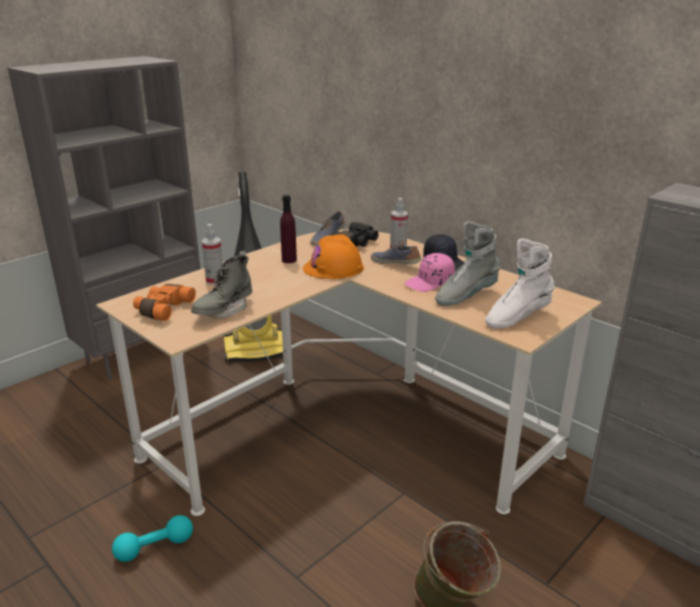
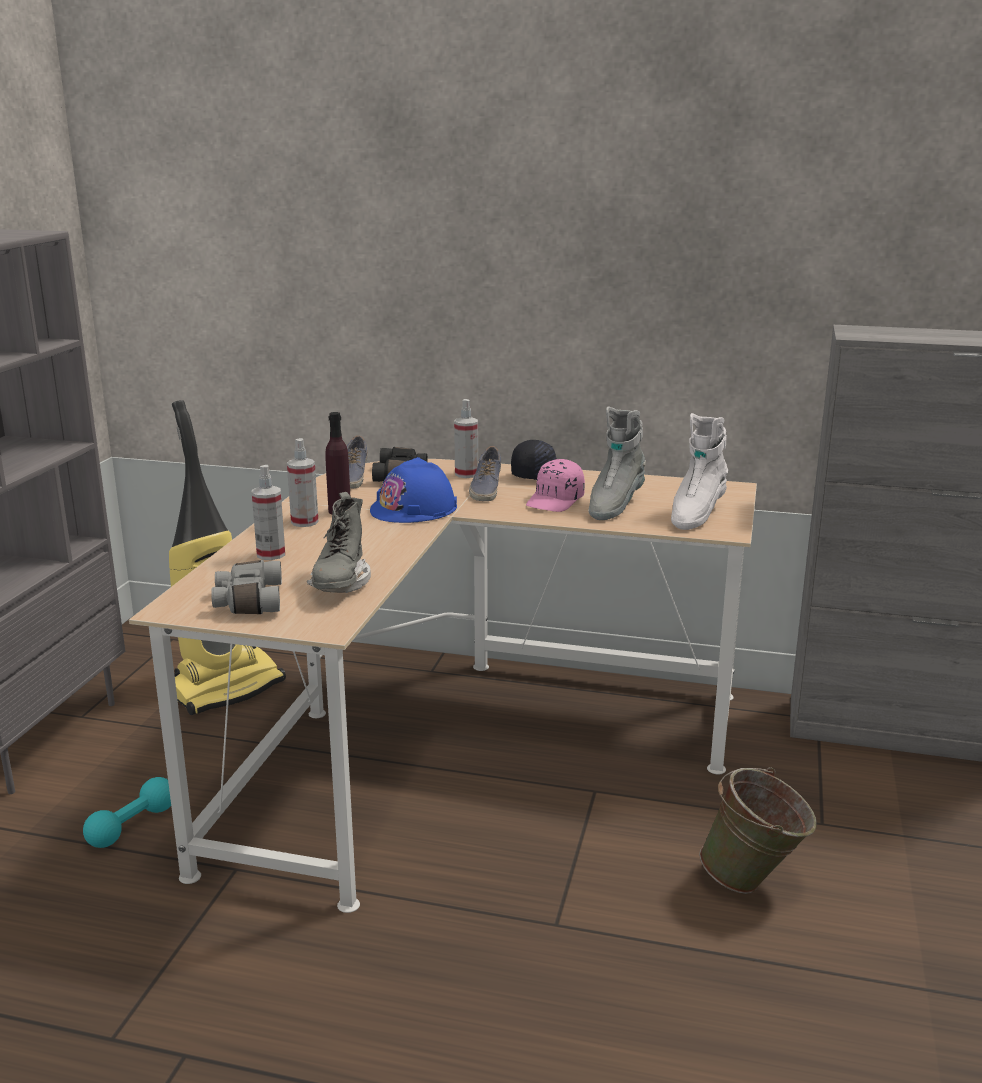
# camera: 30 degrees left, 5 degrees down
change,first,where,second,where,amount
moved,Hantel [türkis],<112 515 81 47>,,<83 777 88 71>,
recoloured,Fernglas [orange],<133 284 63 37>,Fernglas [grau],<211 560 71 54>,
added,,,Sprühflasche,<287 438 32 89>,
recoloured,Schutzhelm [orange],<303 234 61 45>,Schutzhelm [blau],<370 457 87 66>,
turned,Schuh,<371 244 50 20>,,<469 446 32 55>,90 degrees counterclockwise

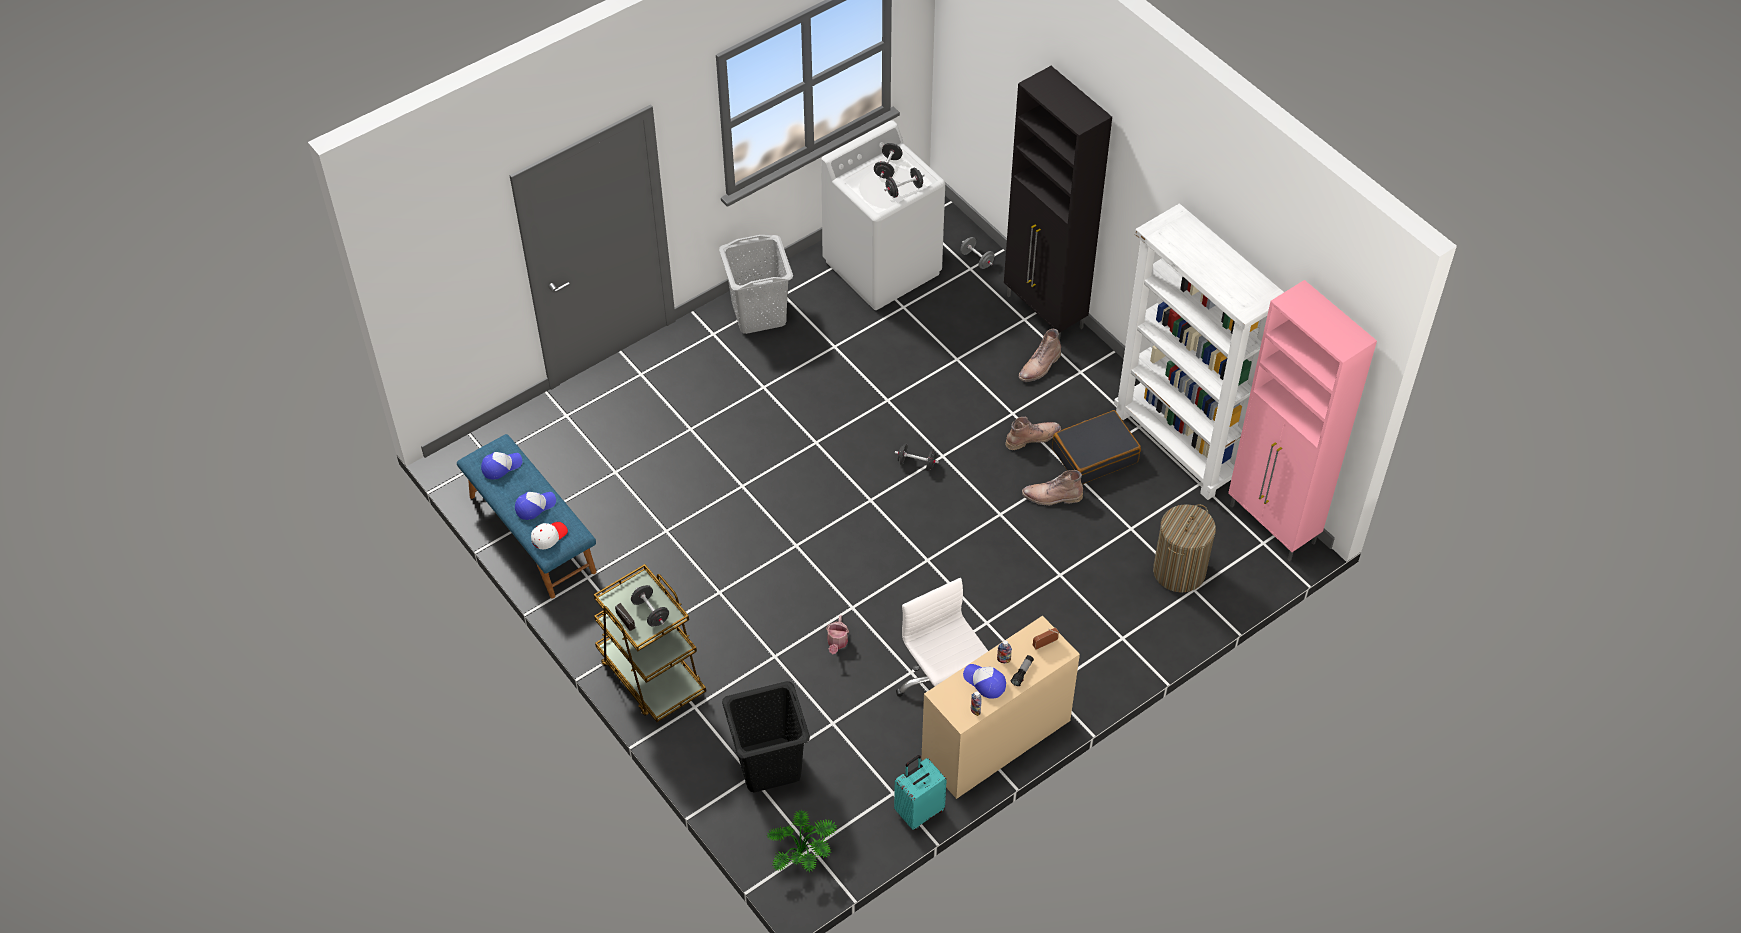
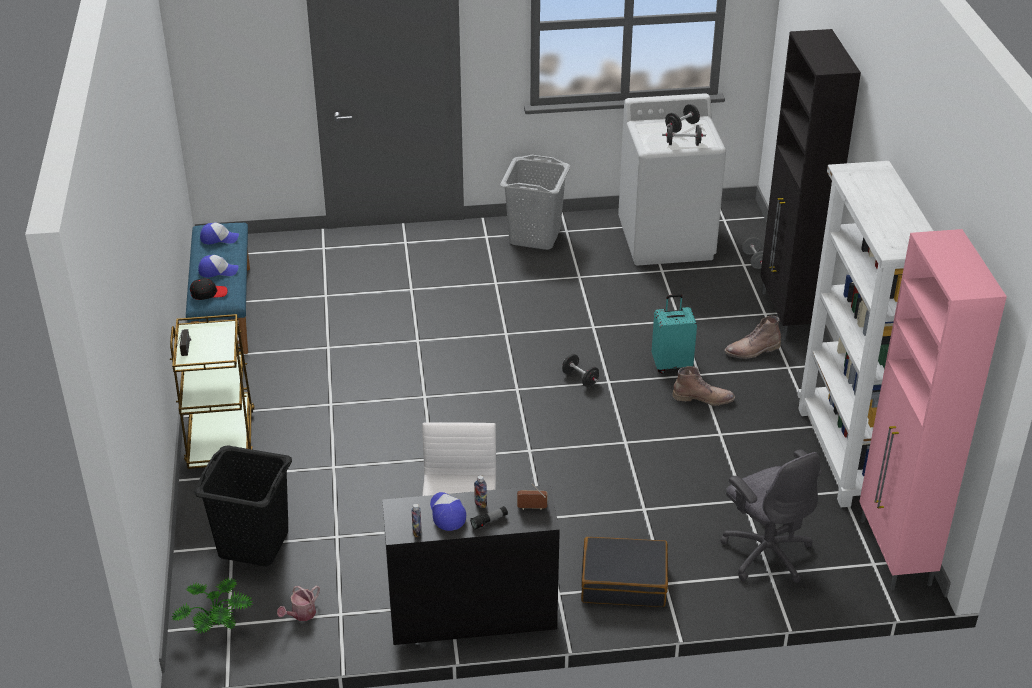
# camera: 30 degrees right, 15 degrees down
change,first,where,second,where,amount
recoloured,Kappe [weiß],<531 522 37 28>,Kappe [schwarz],<190 278 38 22>,
moved,Gießkanne,<826 615 23 39>,,<277 586 43 35>,
recoloured,Schreibtisch [beige],<921 616 159 183>,Schreibtisch [schwarz],<382 485 178 160>,
moved,Koffer [schwarz],<1052 410 89 74>,,<581 537 87 70>,
moved,Koffer [türkis],<894 755 53 75>,,<652 294 45 80>,
replaced,Wäschekorb,<1153 504 63 89>,Bürostuhl [grau],<720 450 102 133>,
removed,Hantel [schwarz],<631 585 38 41>,,,
removed,Stiefel [braun],<1022 470 61 35>,,,

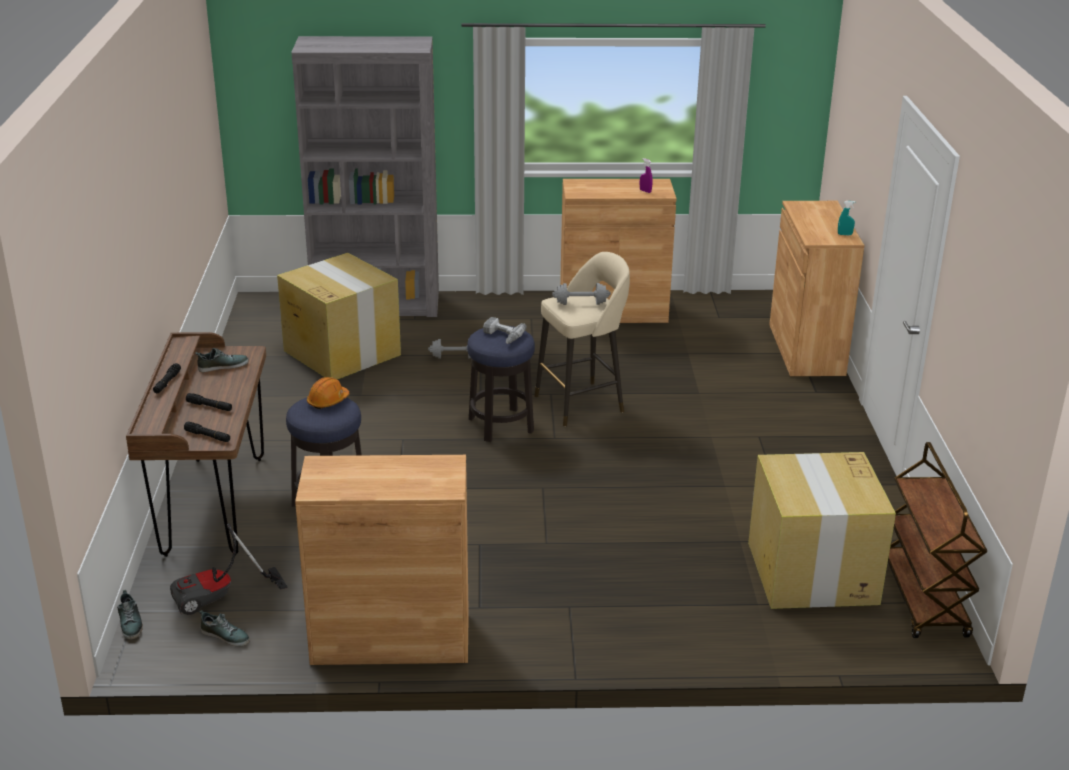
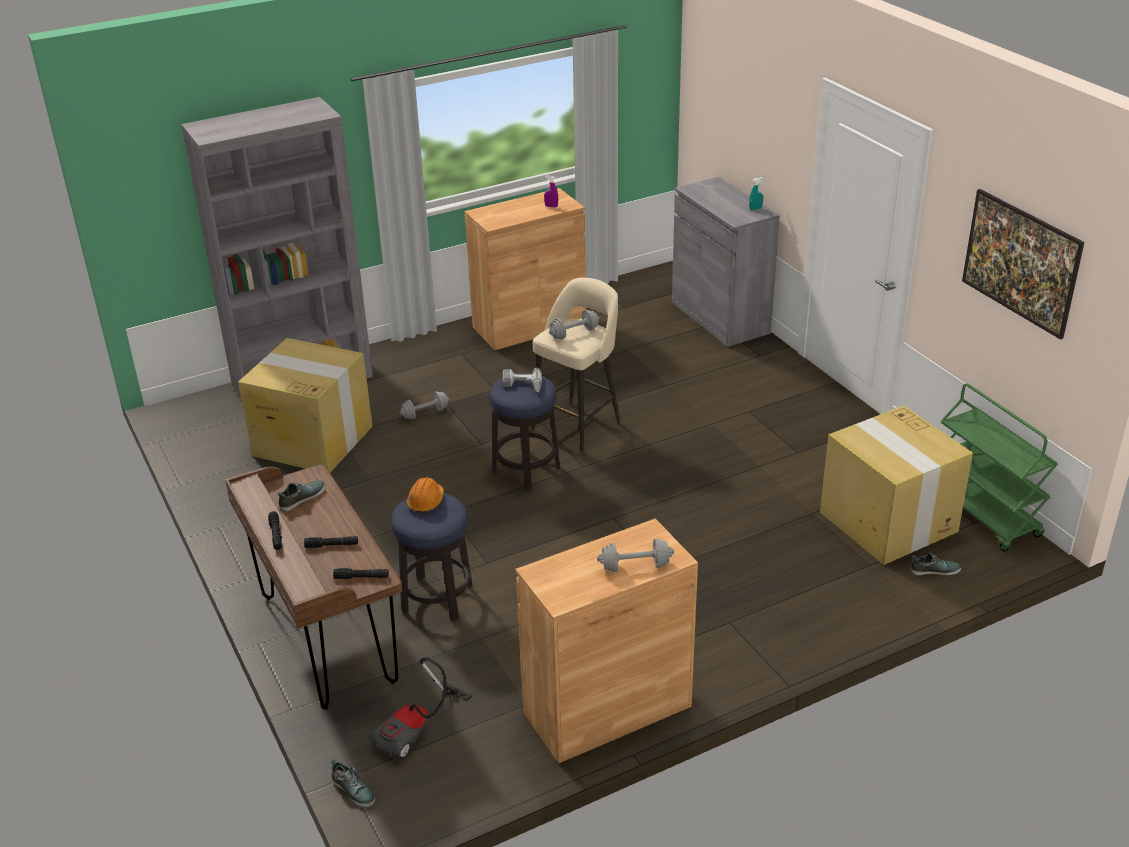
# camera: 25 degrees left, 5 degrees up
change,first,where,second,where,amount
added,,,Hantel [grau],<597 539 77 33>,
recoloured,Schrank [braun],<769 201 96 175>,Schrank [grau],<672 177 108 170>,
moved,Schuh,<199 610 51 36>,,<911 553 50 22>,
recoloured,Rollwagen [braun],<888 442 99 196>,Rollwagen [grün],<941 383 117 169>,
added,,,Bild,<962 189 122 151>,

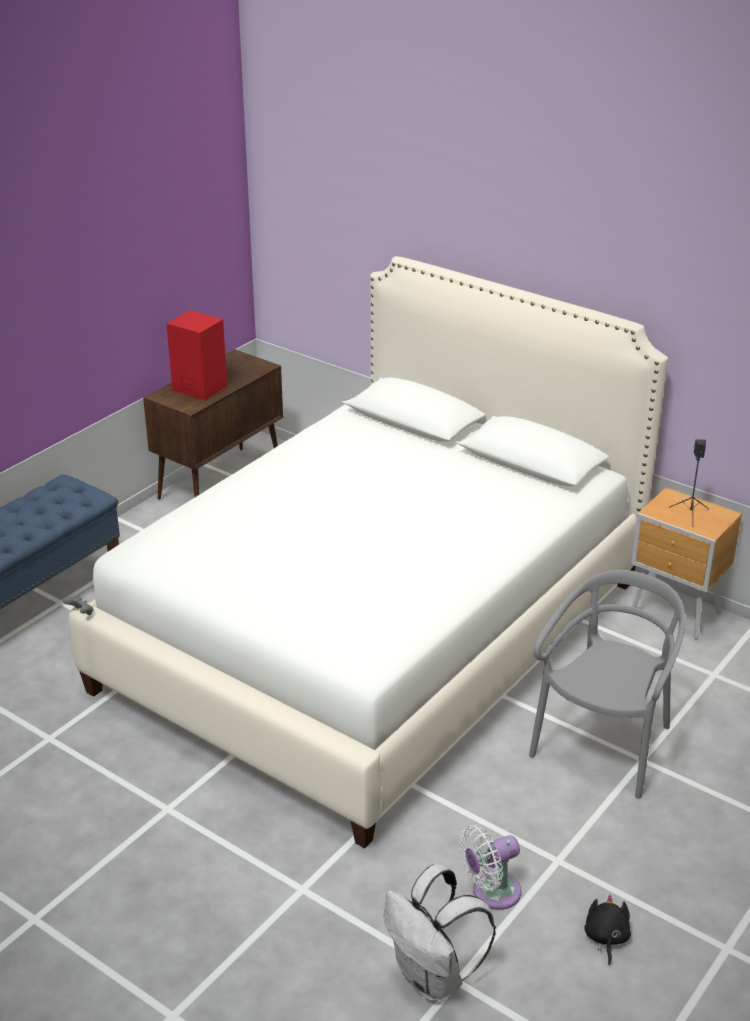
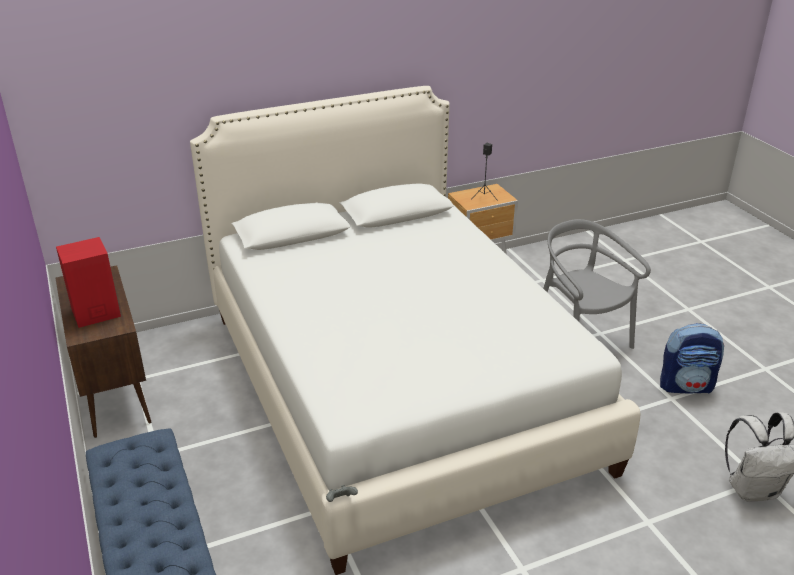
# camera: 60 degrees left, 0 degrees up
change,first,where,second,where,amount
added,,,Rucksack,<660 323 64 71>,
removed,Ventilator [weiß],<460 825 62 85>,,,
removed,Plüschtier [schwarz],<585 895 46 70>,,,

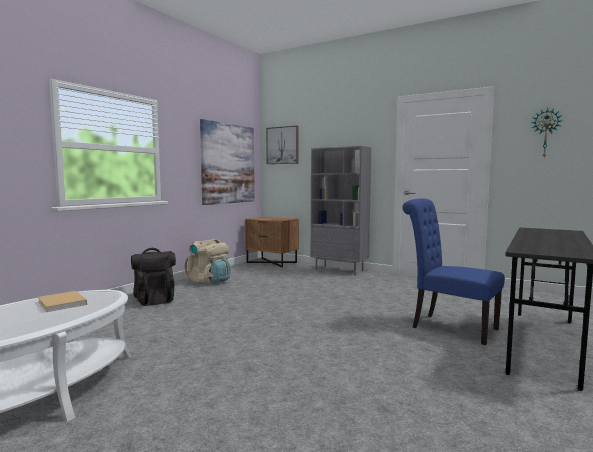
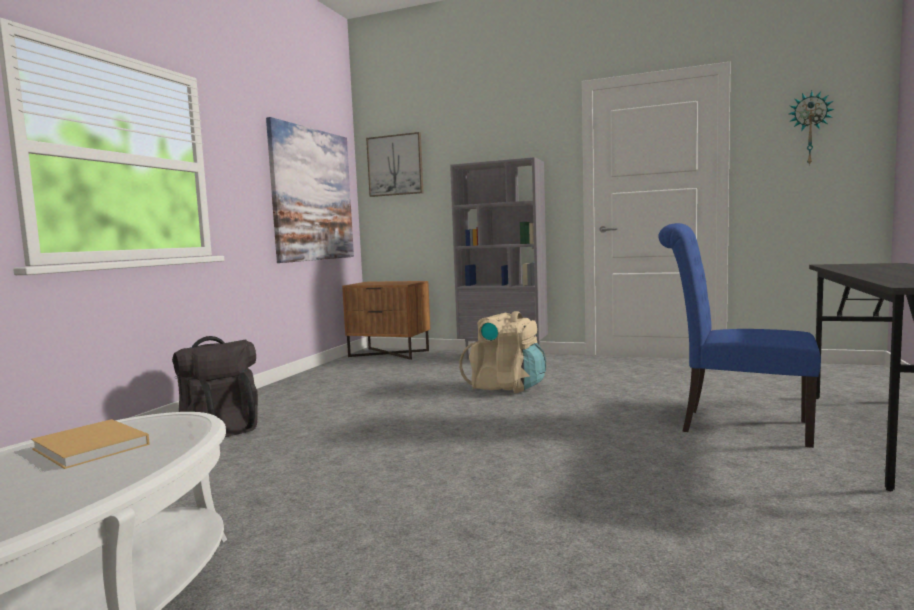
# camera: 10 degrees left, 0 degrees up
change,first,where,second,where,amount
moved,Rucksack [beige],<185 239 45 46>,,<459 311 87 82>,

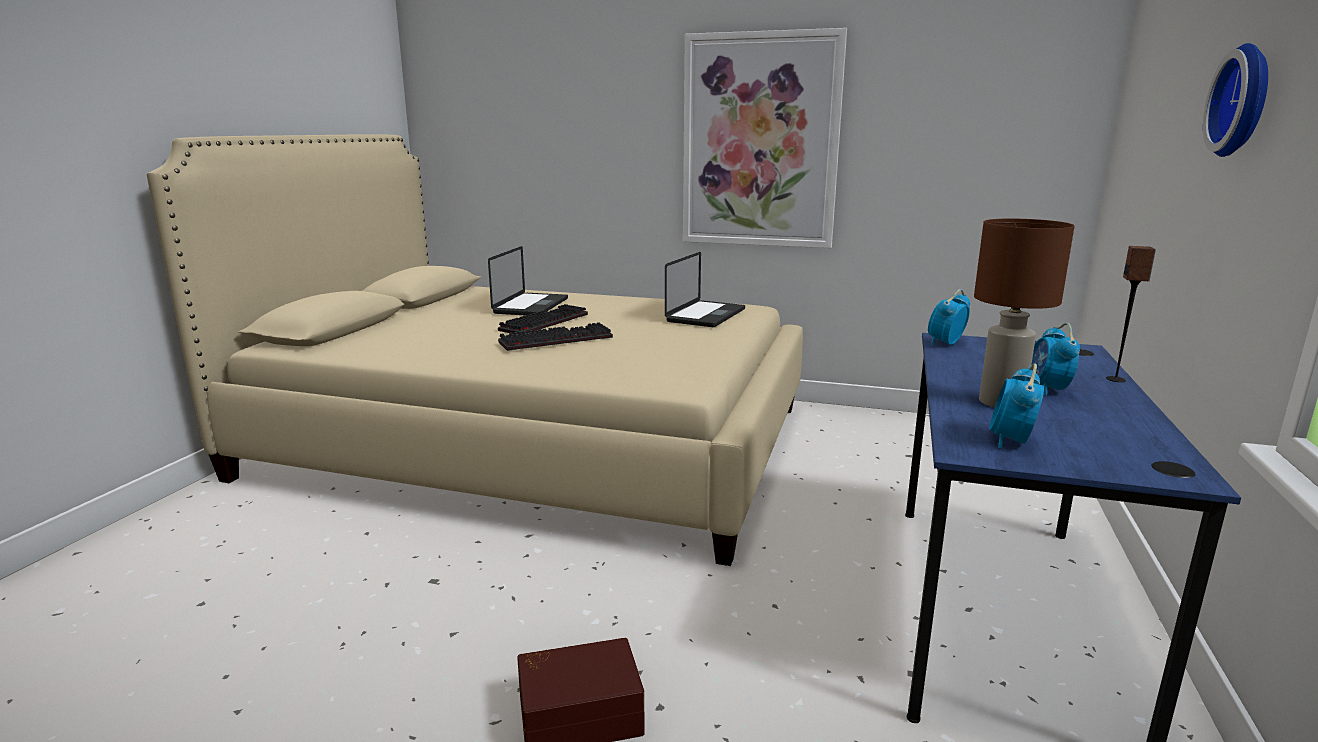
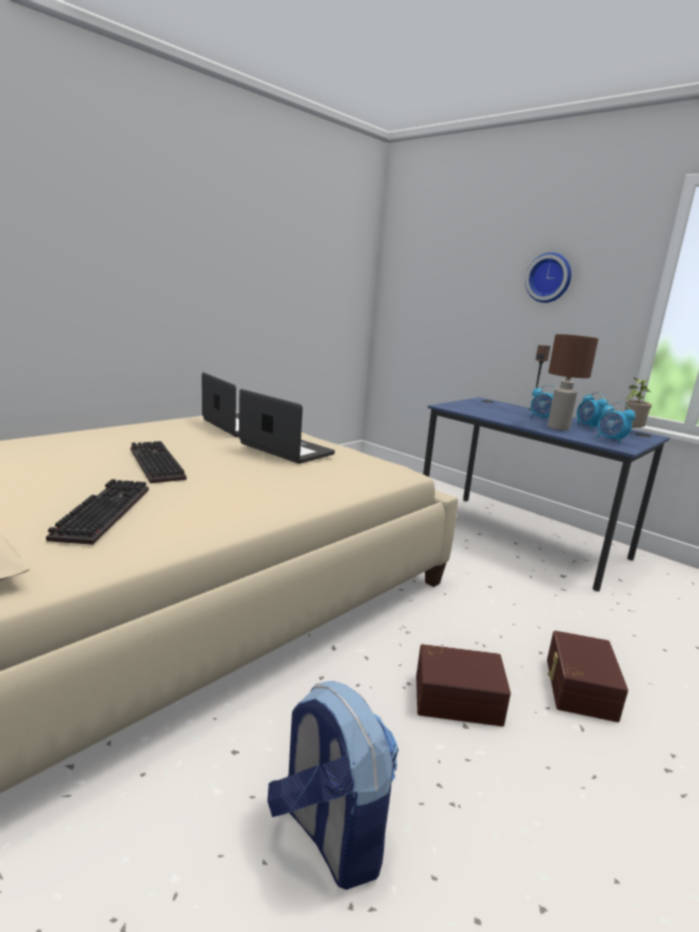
# camera: 65 degrees left, 0 degrees up
change,first,where,second,where,amount
moved,Tastatur,<498 322 115 29>,,<46 479 103 66>,
moved,Laptop,<488 246 80 69>,,<239 389 96 75>,
added,,,Rucksack,<267 681 132 209>,
added,,,Aufbewahrungsbox [braun],<416 644 95 83>,
moved,Wecker,<928 289 42 57>,,<576 392 32 37>,
added,,,Topfpflanze,<625 377 27 51>,
removed,Bild,<683 28 164 220>,,,

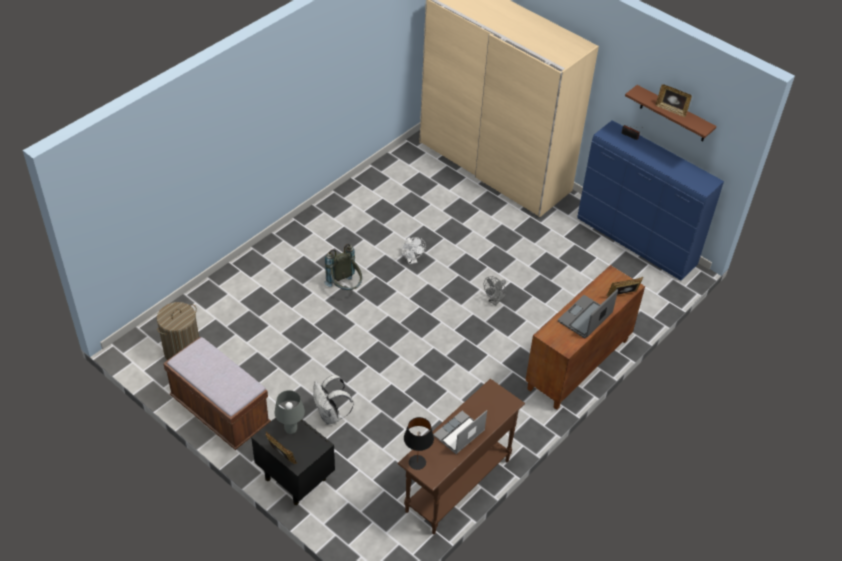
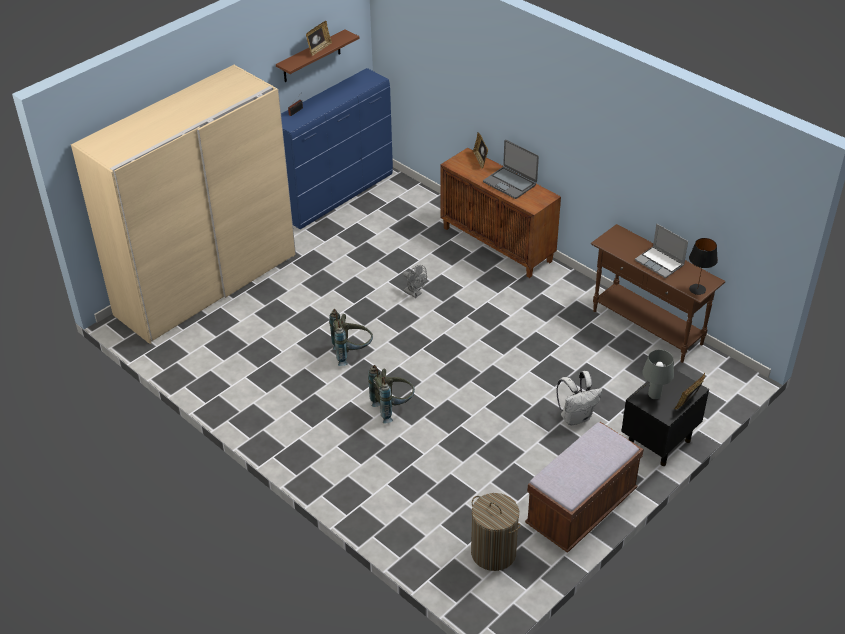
# camera: 85 degrees left, 5 degrees down
change,first,where,second,where,amount
replaced,Ventilator [weiß],<401 237 25 27>,Rucksack [grau],<329 309 44 57>,

